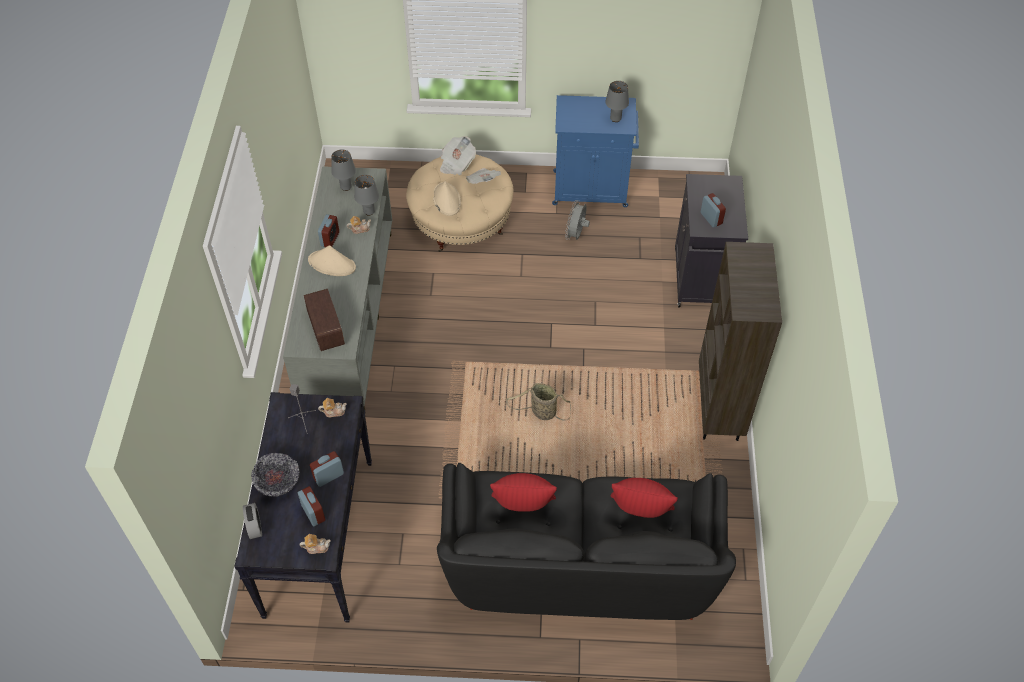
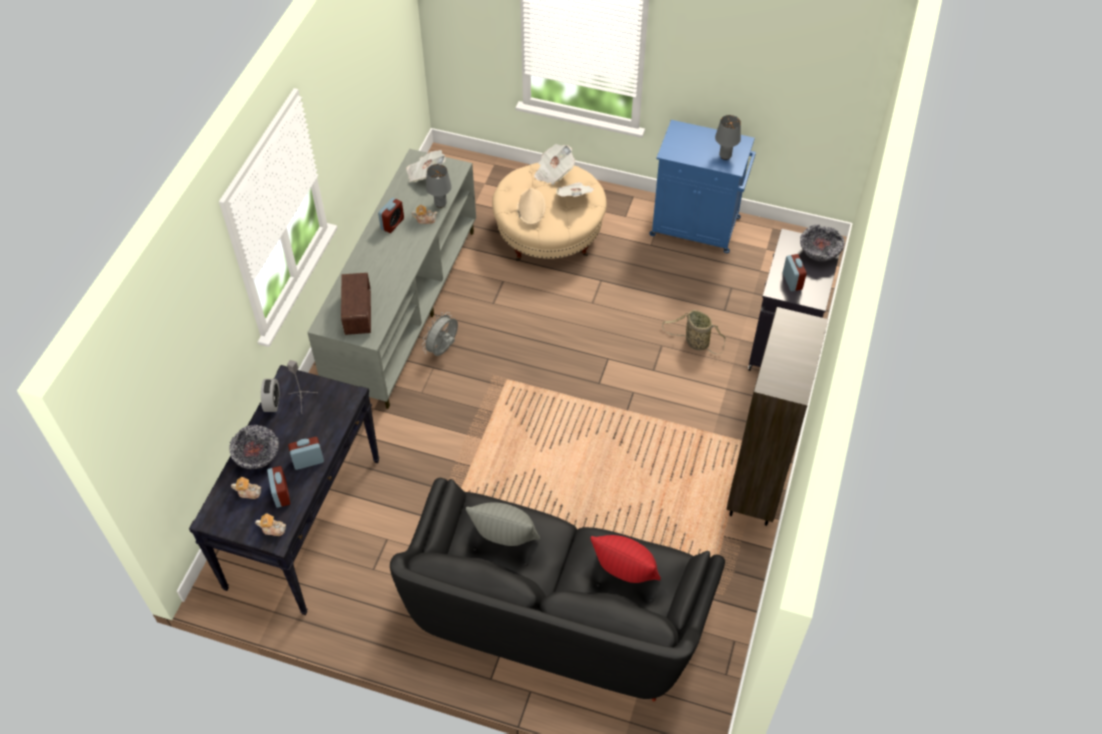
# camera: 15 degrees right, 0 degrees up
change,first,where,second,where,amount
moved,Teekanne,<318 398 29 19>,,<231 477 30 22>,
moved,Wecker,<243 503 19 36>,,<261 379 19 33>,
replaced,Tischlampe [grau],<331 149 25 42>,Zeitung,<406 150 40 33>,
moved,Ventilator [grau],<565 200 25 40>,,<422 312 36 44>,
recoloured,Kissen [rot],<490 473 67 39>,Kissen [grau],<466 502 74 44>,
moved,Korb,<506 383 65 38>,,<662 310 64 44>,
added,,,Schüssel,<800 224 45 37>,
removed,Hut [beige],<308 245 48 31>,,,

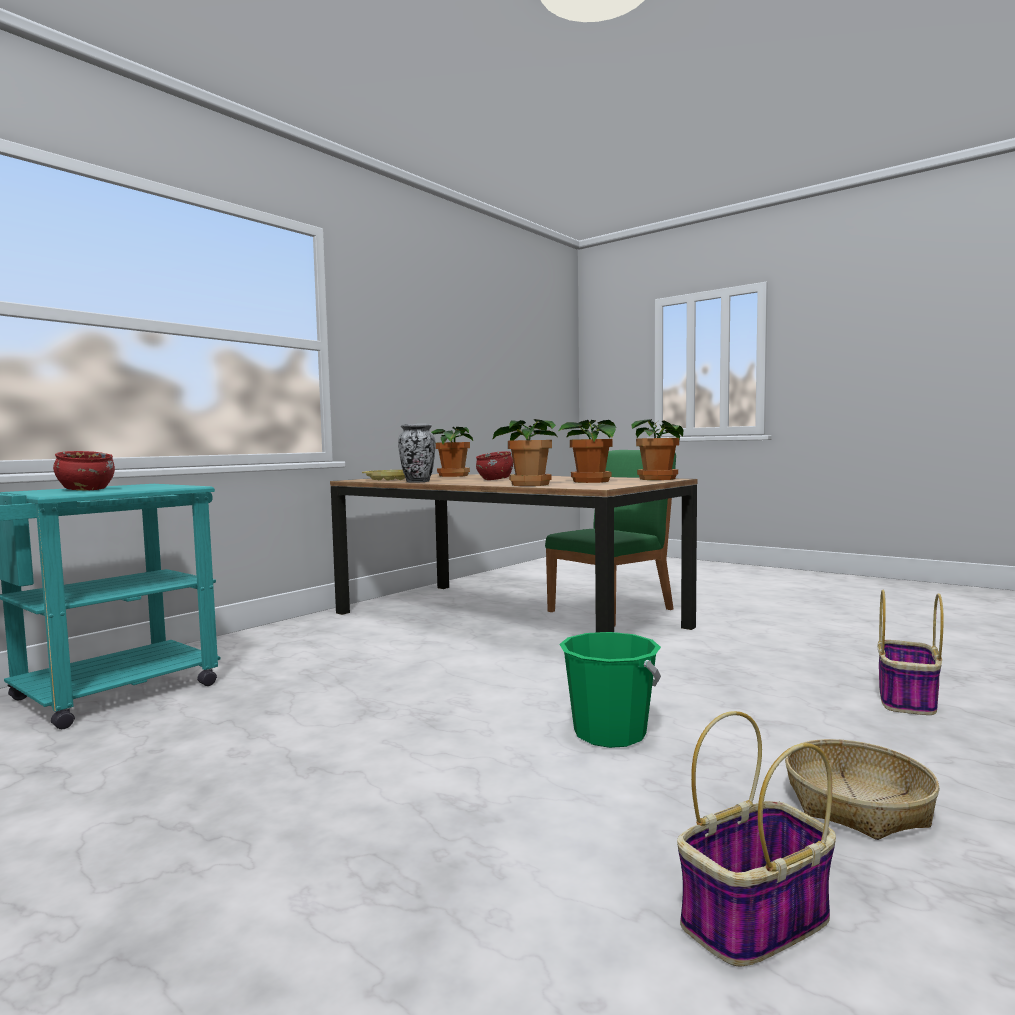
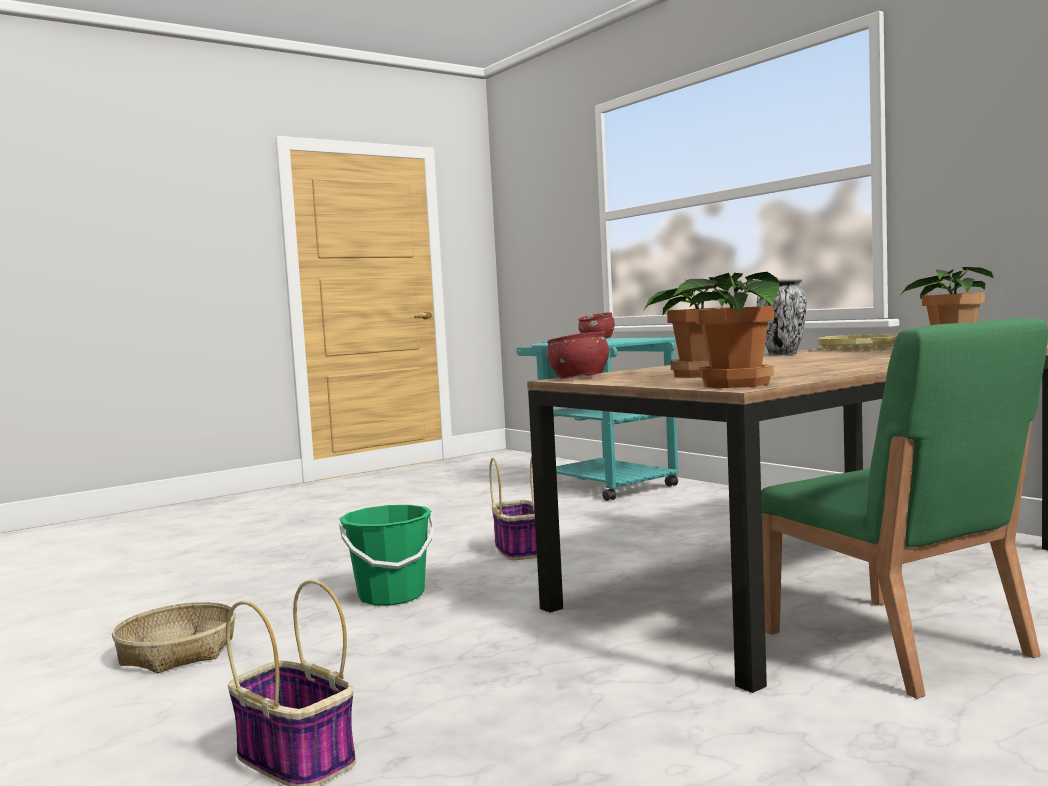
# camera: 105 degrees right, 0 degrees up
change,first,where,second,where,amount
moved,Korb,<677 711 159 255>,,<489 457 48 103>,
moved,Schüssel [rot],<476 451 37 29>,,<547 332 62 46>,
removed,Topfpflanze,<492 419 66 67>,,,

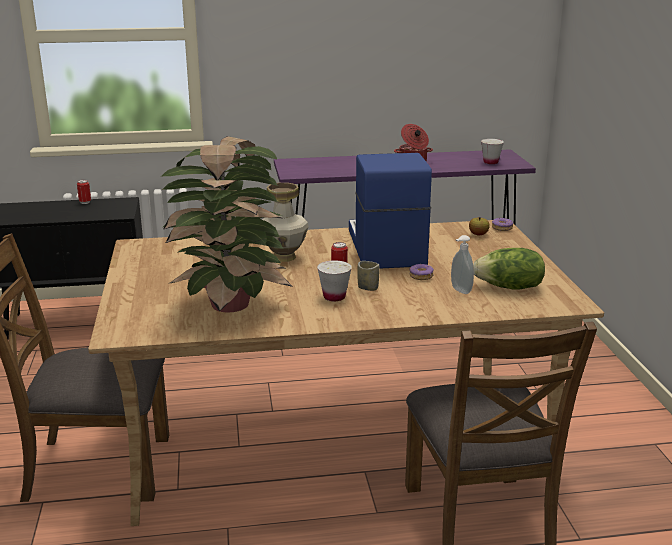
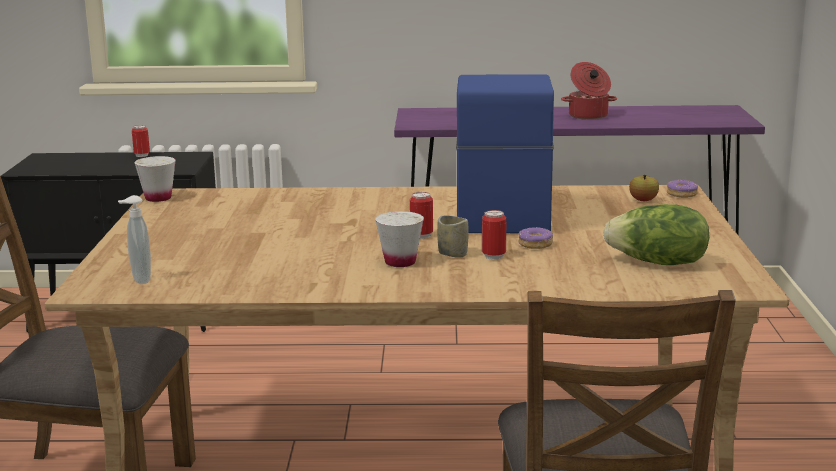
# camera: 10 degrees right, 5 degrees down
change,first,where,second,where,amount
moved,Seifenspender,<451 235 23 59>,,<118 195 33 89>,
moved,Tasse [weiß],<481 139 23 25>,,<134 156 42 46>,
added,,,Dose,<482 210 24 50>,
removed,Topfpflanze,<162 136 131 177>,,,
removed,Vase,<262 183 47 79>,,,

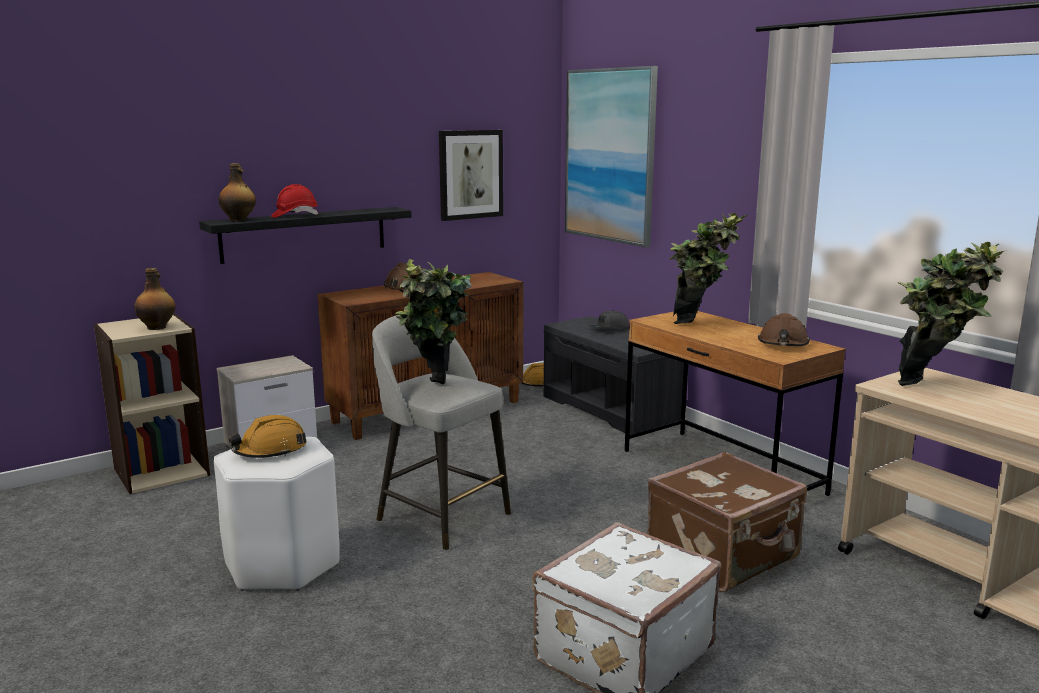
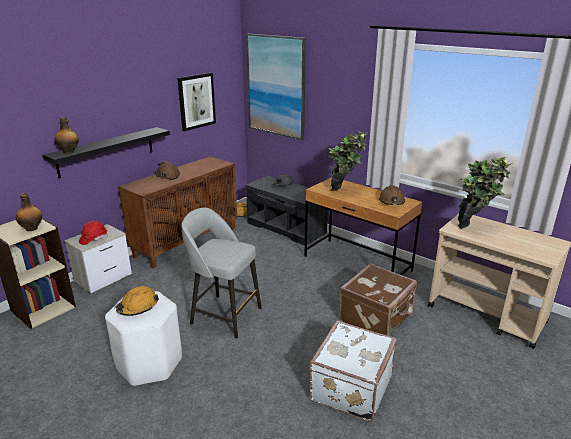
# camera: 15 degrees left, 10 degrees up
change,first,where,second,where,amount
moved,Schutzhelm [rot],<271 184 47 34>,,<79 221 29 24>,
removed,Topfpflanze,<395 259 76 126>,,,

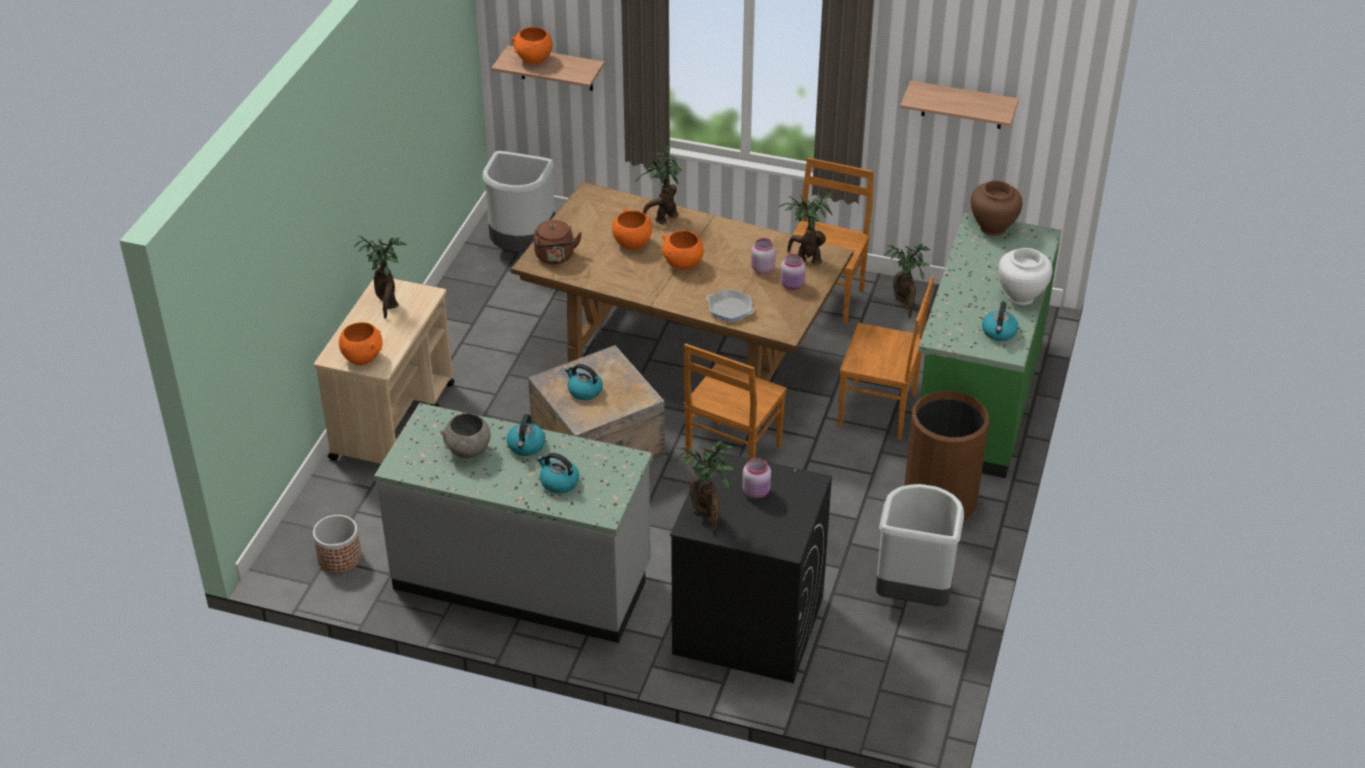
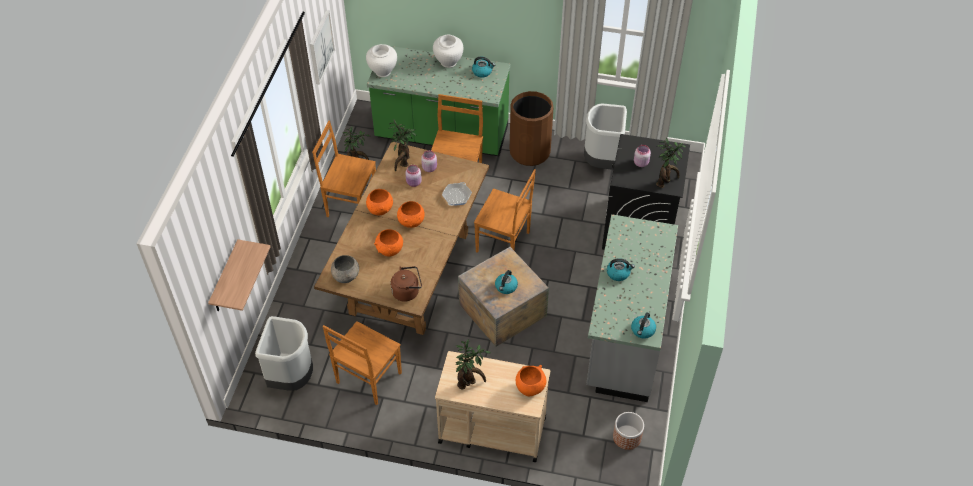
# camera: 95 degrees left, 10 degrees up
change,first,where,second,where,amount
replaced,Wandregal,<900 81 119 48>,Bild,<310 10 25 75>,
added,,,Stuhl [braun],<323 321 79 84>,
moved,Schüssel [grau],<440 413 51 45>,,<331 255 28 28>,
recoloured,Vase [braun],<971 180 52 56>,Vase [weiß],<366 44 31 33>,
moved,Schüssel [orange],<511 27 42 37>,,<366 189 27 26>,
moved,Wasserkessel,<537 453 42 41>,,<631 312 25 27>,
removed,Topfpflanze,<636 145 46 79>,,,

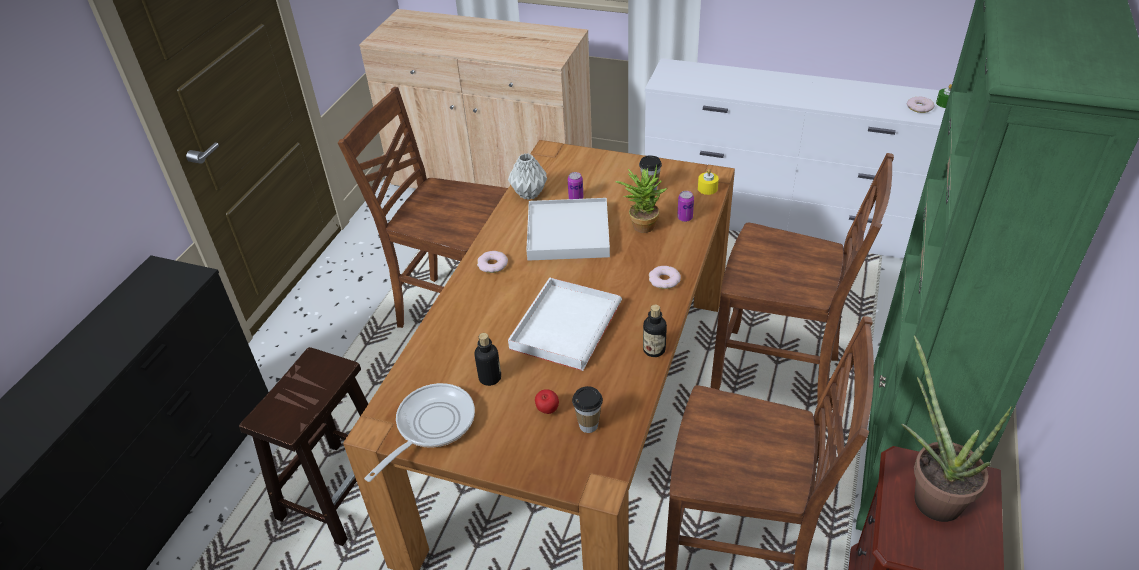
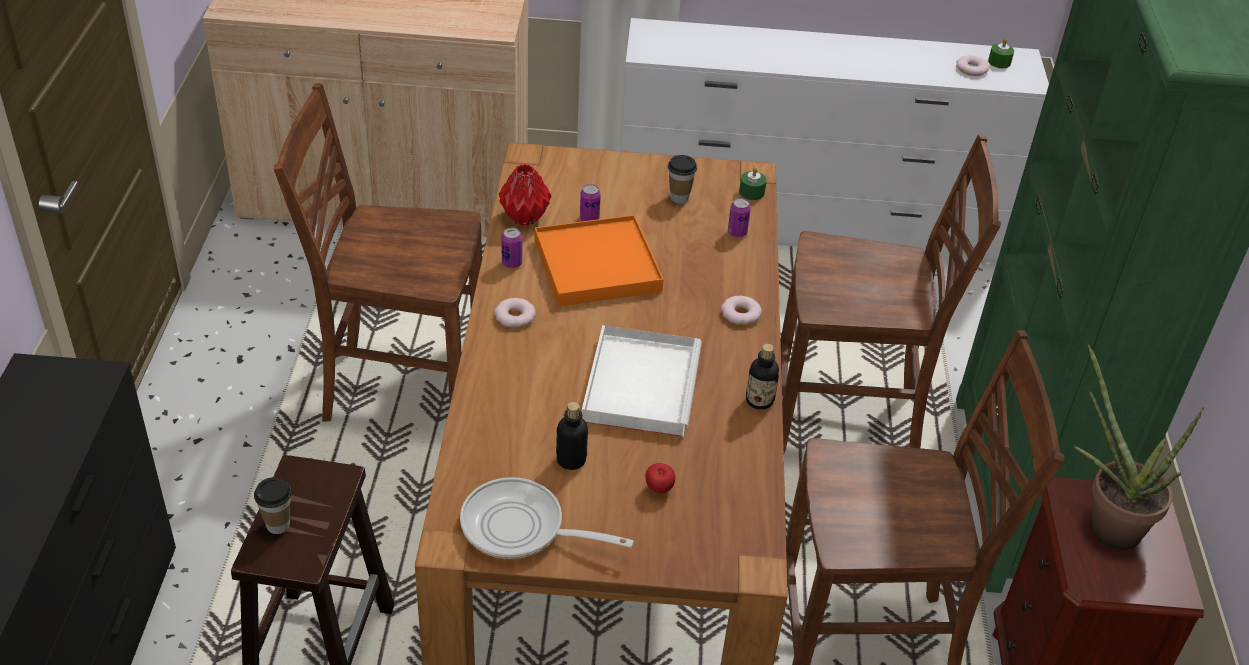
# camera: 20 degrees left, 0 degrees up
change,first,where,second,where,amount
moved,Tasse,<572 386 31 47>,,<254 477 38 57>,
turned,Pfanne,<364 383 111 99>,,<460 477 174 82>,90 degrees counterclockwise
recoloured,Vase [grau],<508 153 39 47>,Vase [rot],<499 164 52 62>,
added,,,Dose,<501 227 21 41>,
recoloured,Tablett [weiß],<526 198 84 63>,Tablett [orange],<535 215 129 92>,
recoloured,Kerze [gelb],<698 169 21 26>,Kerze [grün],<739 167 28 33>,
removed,Topfpflanze,<616 165 51 68>,,,

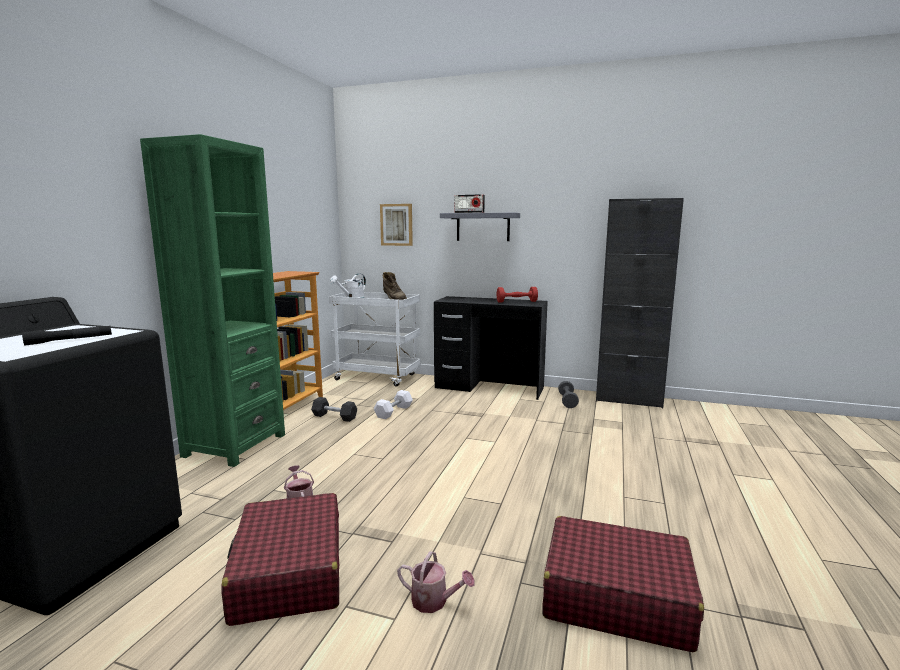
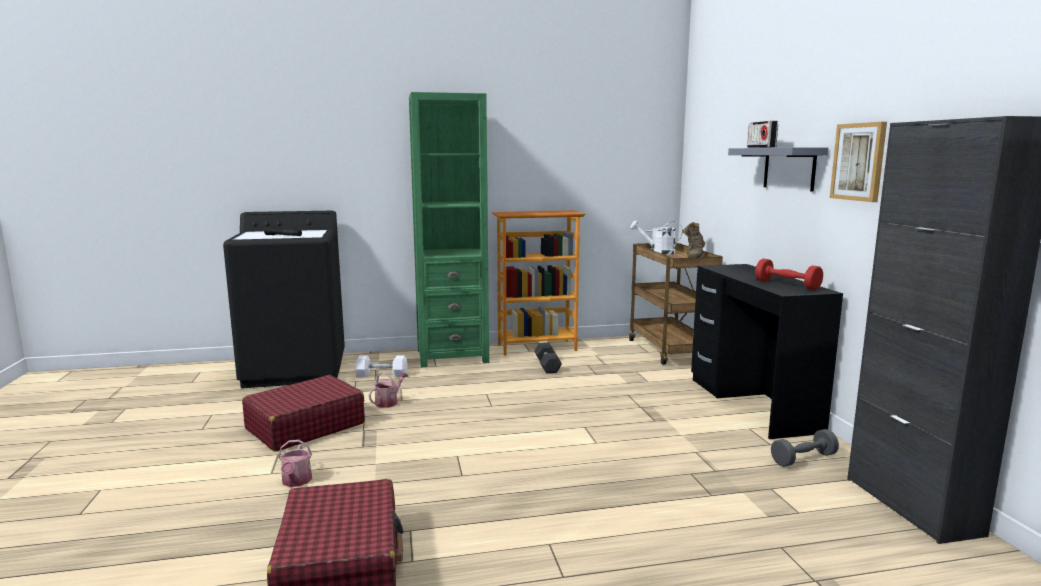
# camera: 60 degrees right, 0 degrees up
change,first,where,second,where,amount
moved,Hantel [weiß],<374 390 39 29>,,<355 355 53 22>,
recoloured,Rollwagen [weiß],<329 292 92 94>,Rollwagen [braun],<629 243 94 122>,
moved,Bild,<380 204 33 42>,,<830 122 57 80>,

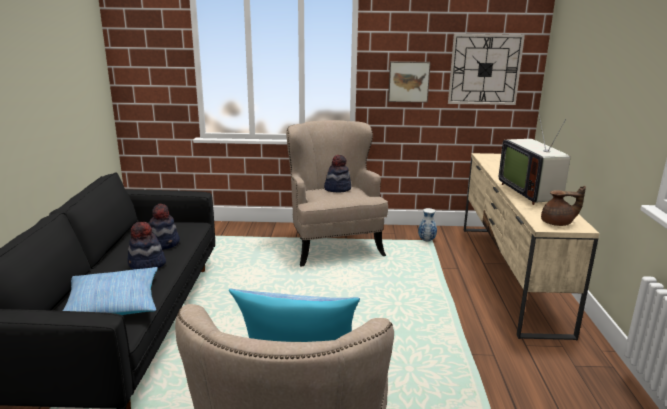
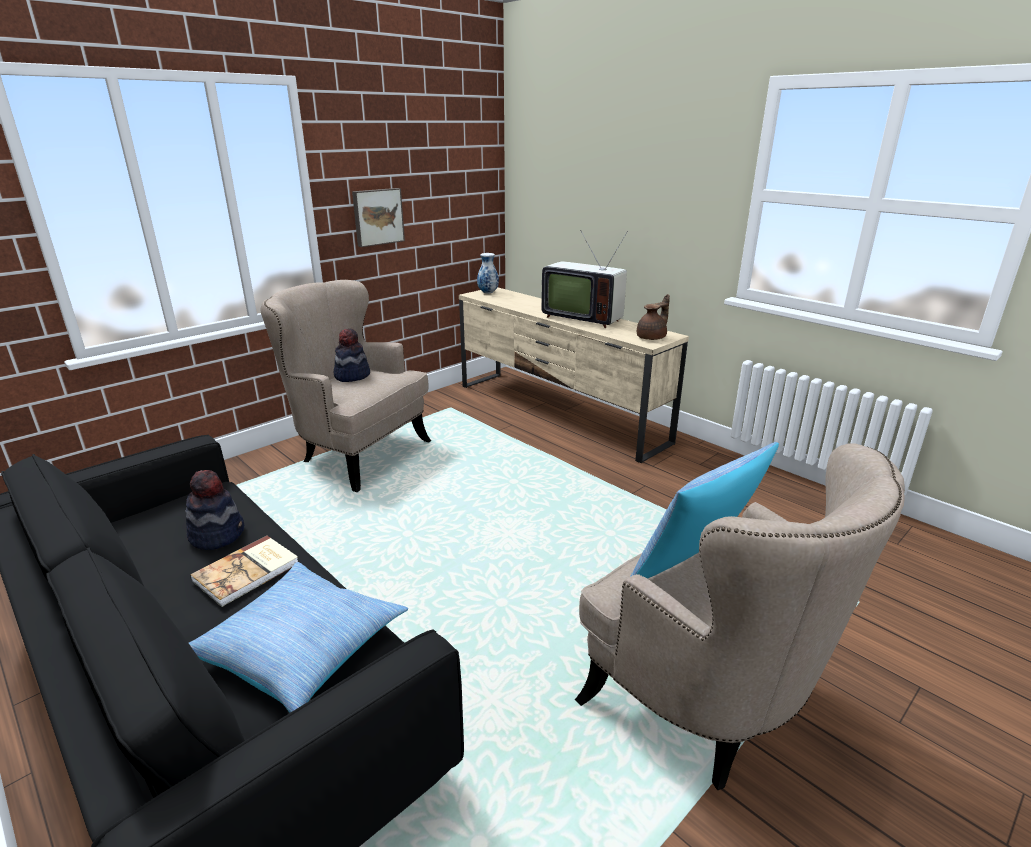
# camera: 45 degrees left, 5 degrees up
change,first,where,second,where,amount
replaced,Hut,<127 222 39 48>,Buch,<190 536 108 71>,
moved,Vase,<418 208 19 33>,,<477 253 22 40>,
removed,Wanduhr,<448 34 77 71>,,,

